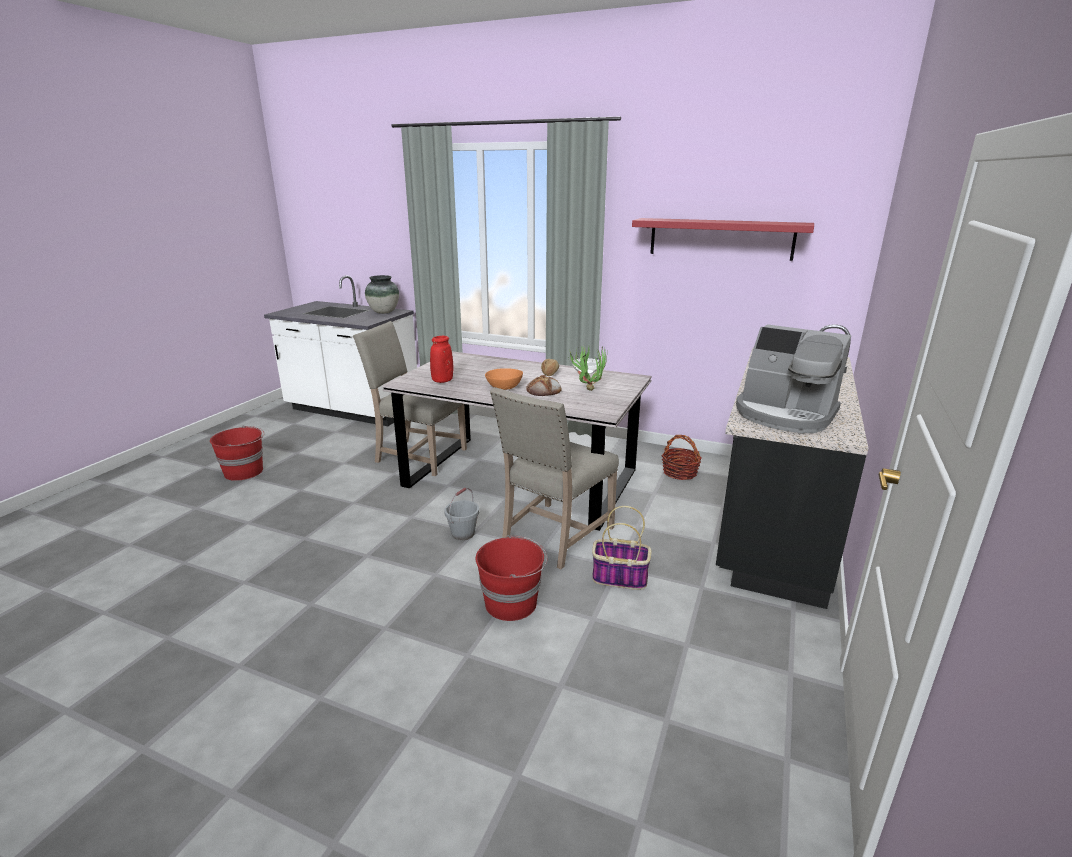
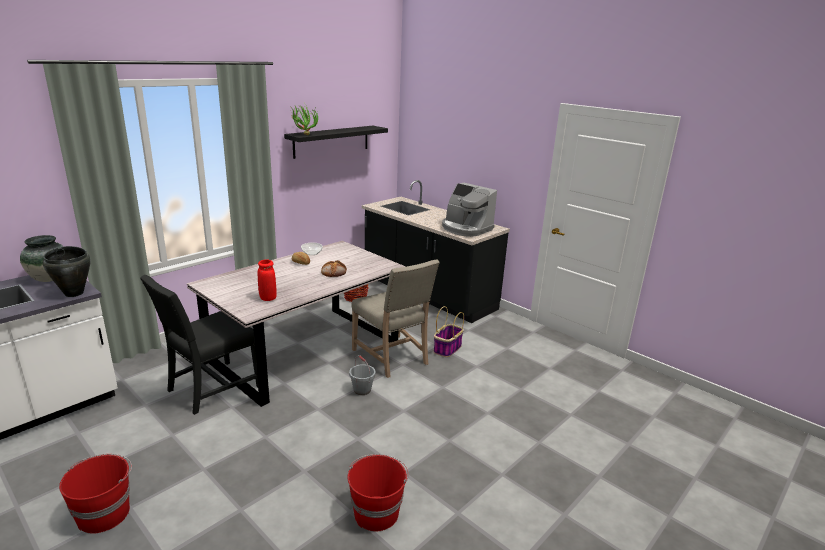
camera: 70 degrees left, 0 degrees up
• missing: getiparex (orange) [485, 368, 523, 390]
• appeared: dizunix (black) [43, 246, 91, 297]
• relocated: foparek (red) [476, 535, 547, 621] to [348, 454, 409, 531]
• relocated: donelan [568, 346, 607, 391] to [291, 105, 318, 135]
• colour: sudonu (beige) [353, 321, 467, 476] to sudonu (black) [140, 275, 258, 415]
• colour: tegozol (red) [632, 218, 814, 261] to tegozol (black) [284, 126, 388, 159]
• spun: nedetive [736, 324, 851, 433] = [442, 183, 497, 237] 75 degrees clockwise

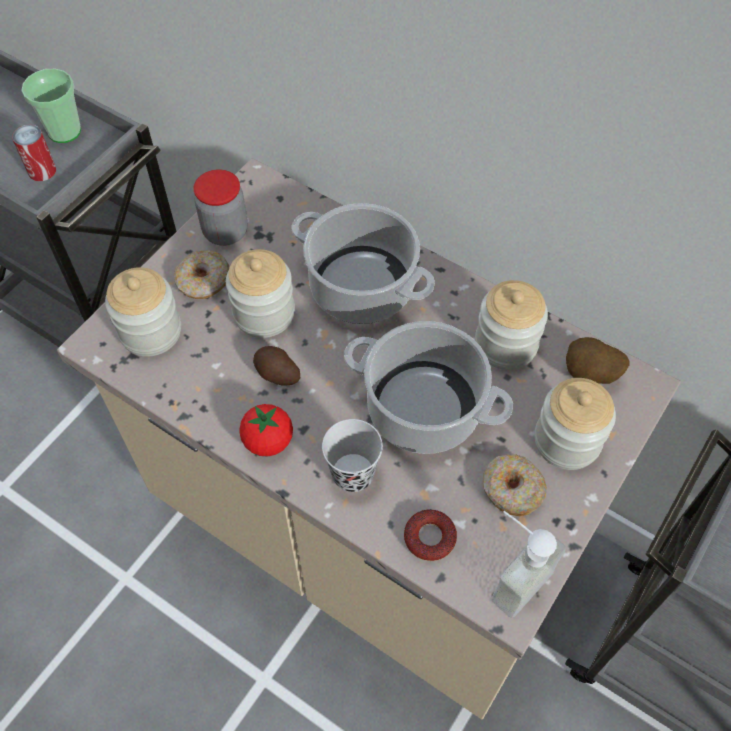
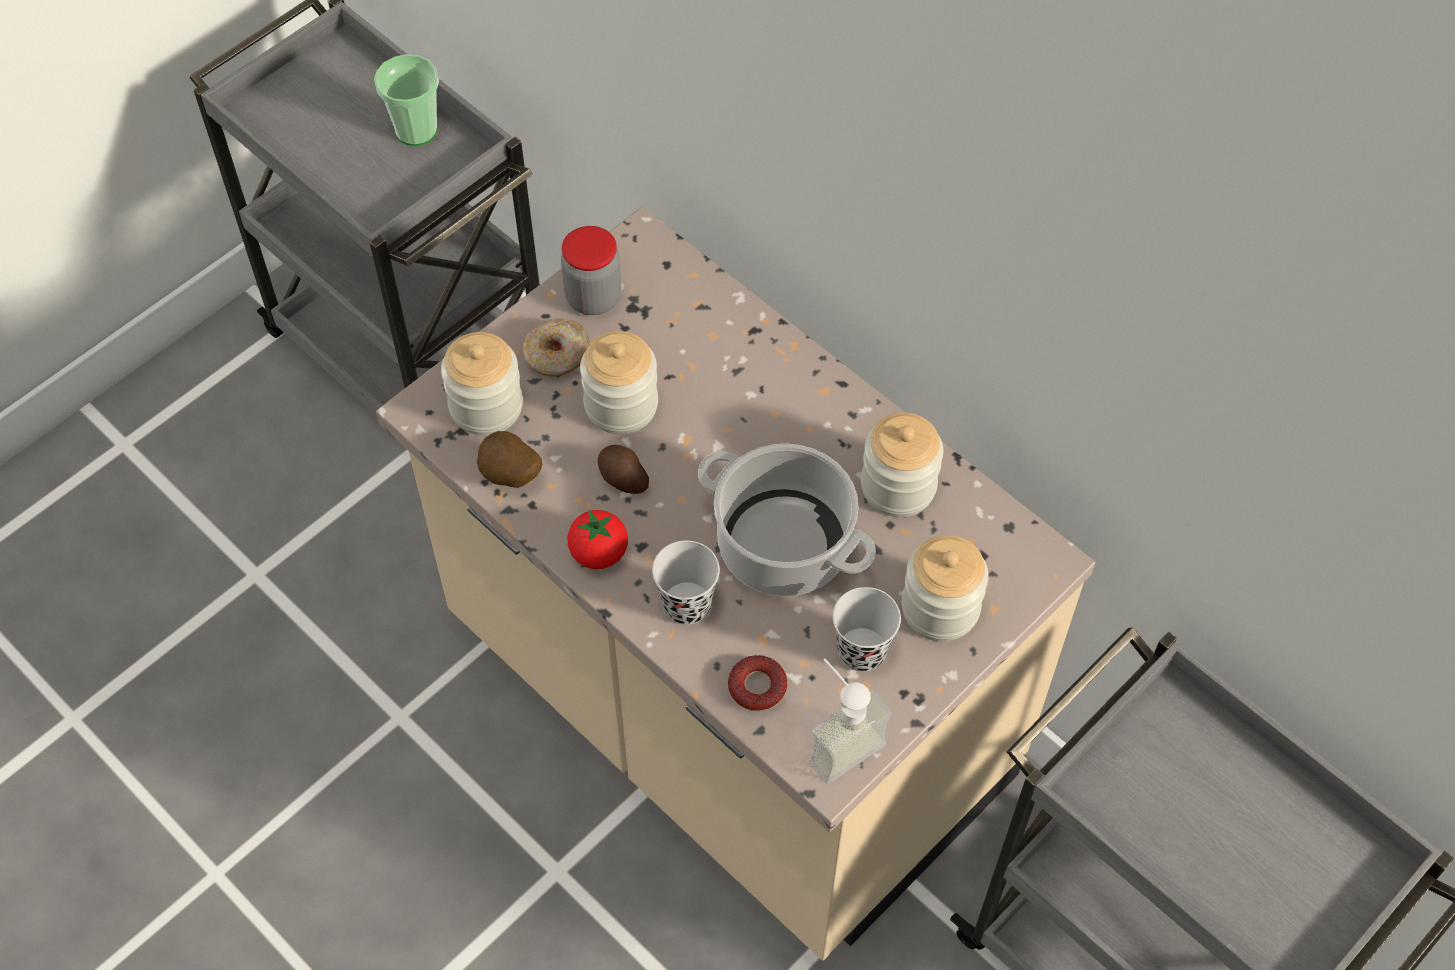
camera: 10 degrees right, 0 degrees up
• missing: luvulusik [12, 125, 56, 181]
• missing: dizunix [292, 203, 435, 324]
• relocated: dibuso [566, 337, 630, 384] to [477, 431, 542, 488]
• exchanged: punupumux [483, 454, 547, 516] to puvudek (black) [832, 587, 901, 672]

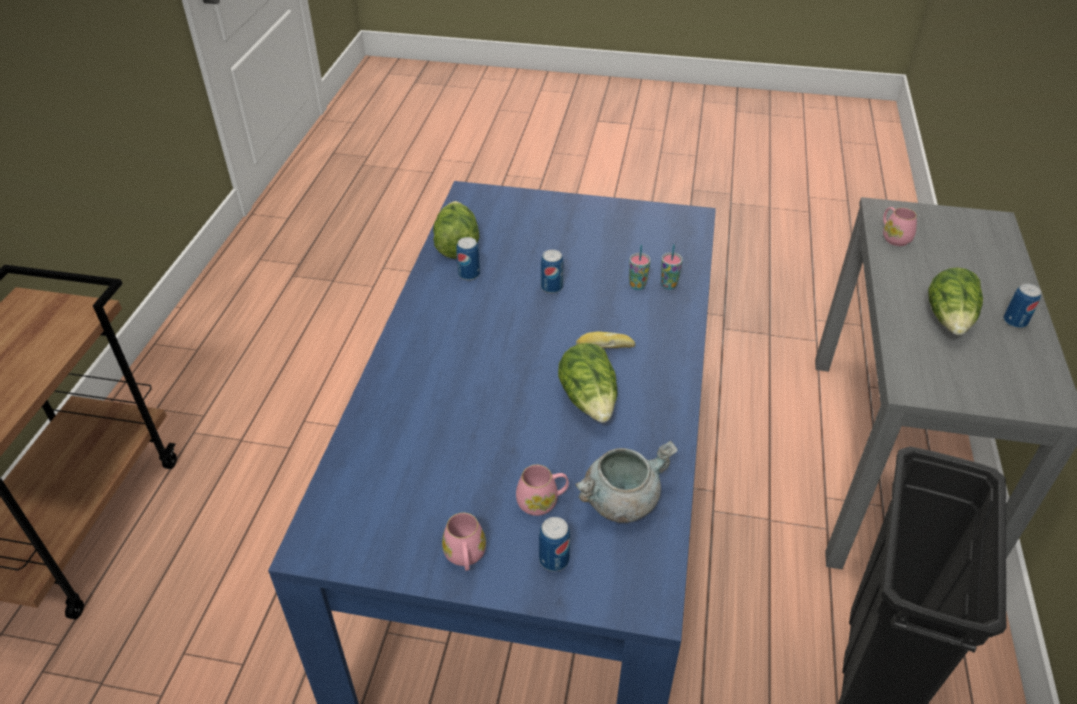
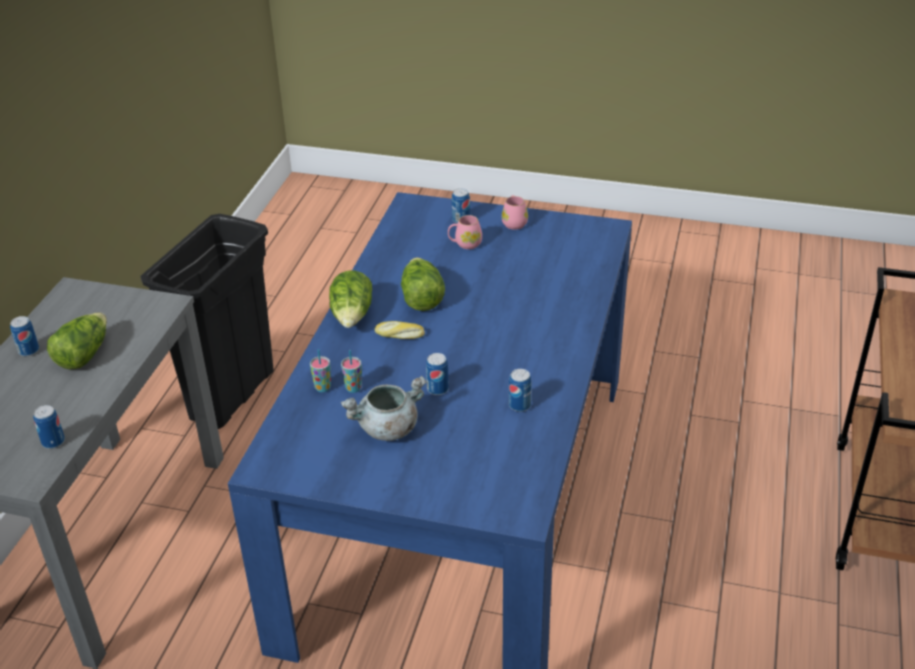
camera: 175 degrees left, 5 degrees down
• relocated: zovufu [433, 201, 479, 259] to [329, 270, 372, 328]
• relocated: dizunix (grey) [575, 441, 678, 523] to [341, 376, 427, 441]
• exchanged: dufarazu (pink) [883, 207, 917, 246] to luvulusik [33, 405, 65, 449]

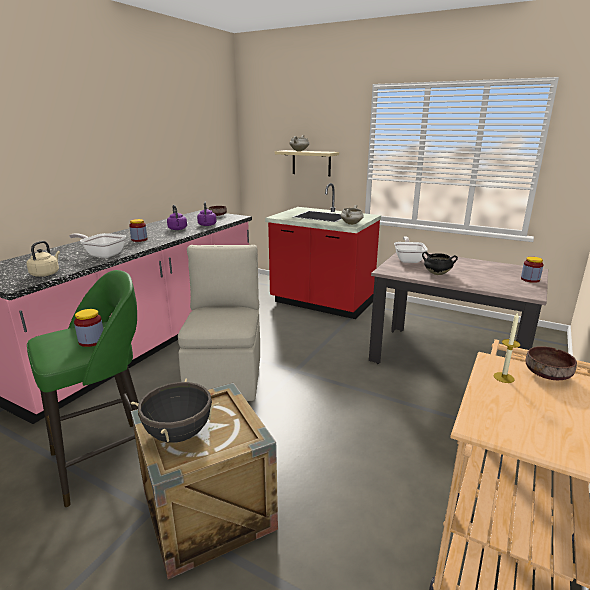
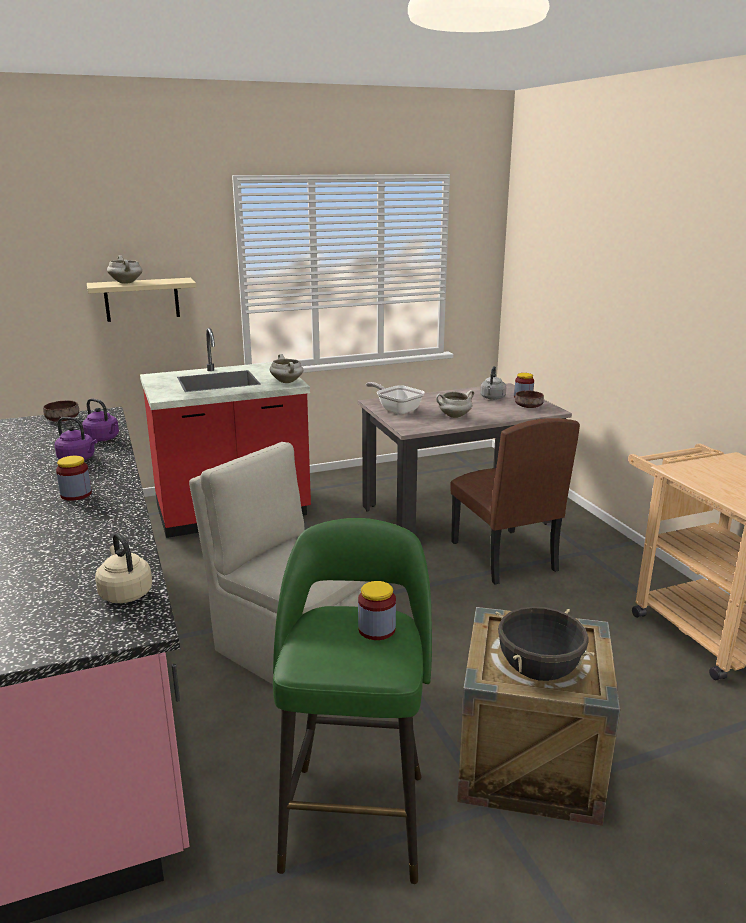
camera: 50 degrees left, 0 degrees up
• missing: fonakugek [69, 233, 126, 258]
• missing: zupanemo [493, 312, 520, 383]
• appeared: sudonu (brown) [450, 418, 580, 584]
• appeared: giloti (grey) [480, 366, 506, 400]
• relocated: getiparex (brown) [526, 346, 577, 380] to [515, 391, 544, 408]
• colour: dizunix (black) [422, 251, 458, 275] to dizunix (white) [436, 390, 474, 418]

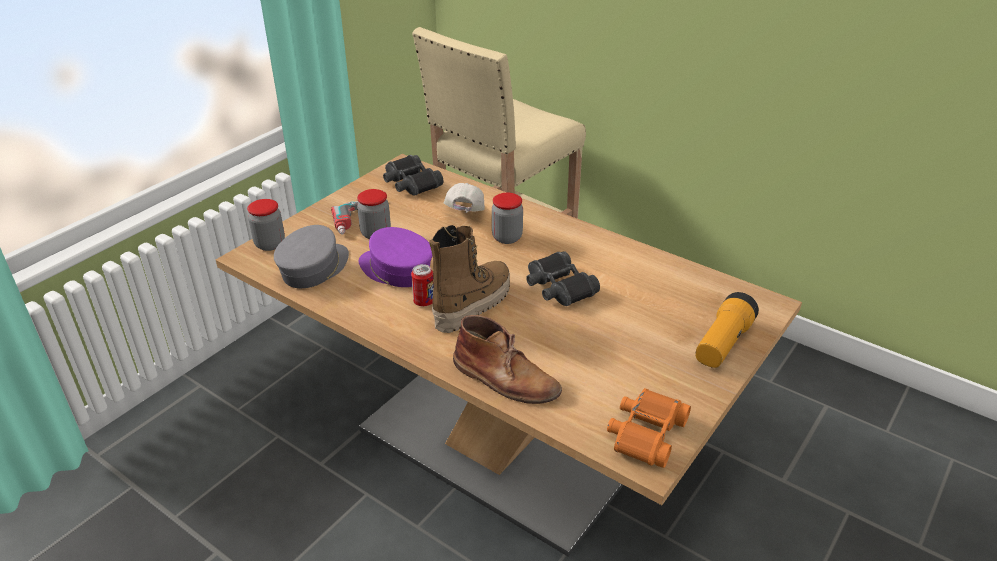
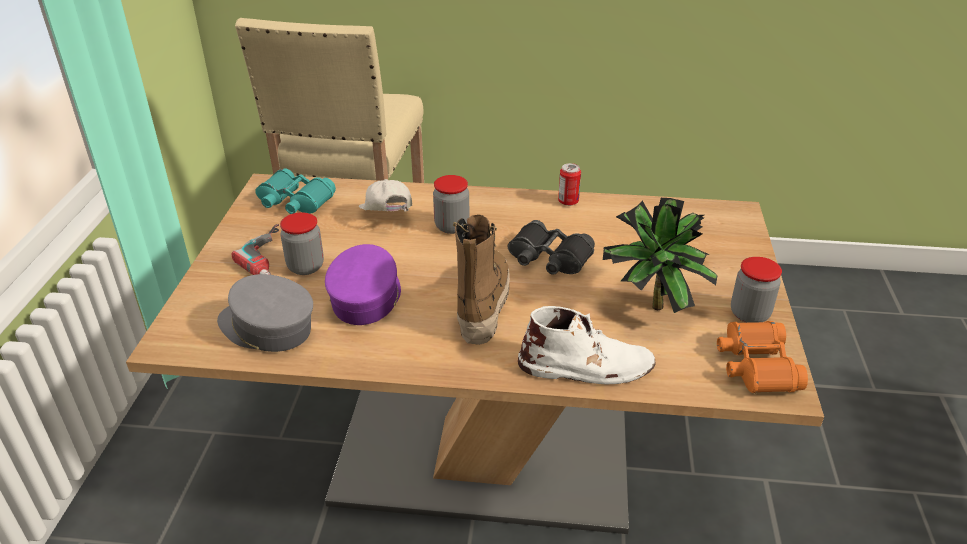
camera: 30 degrees left, 0 degrees up
• missing: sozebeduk [696, 292, 759, 368]
• appeared: donelan [603, 198, 717, 313]
• relocated: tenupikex [247, 199, 285, 251] to [731, 257, 782, 323]
• relocated: luvulusik [411, 264, 434, 306] to [558, 163, 581, 206]
• colour: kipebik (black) [383, 155, 444, 196] to kipebik (turquoise) [255, 168, 336, 214]
• colour: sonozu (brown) [453, 315, 562, 404] to sonozu (white) [518, 306, 655, 384]
• spun: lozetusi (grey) [274, 225, 349, 288] = [217, 274, 313, 352] 60 degrees counterclockwise
• spun: lozetusi (purple) [359, 227, 433, 287] = [325, 244, 401, 325] 90 degrees clockwise

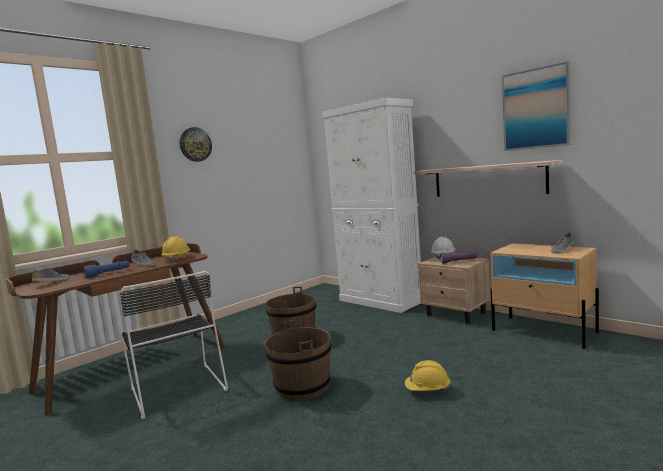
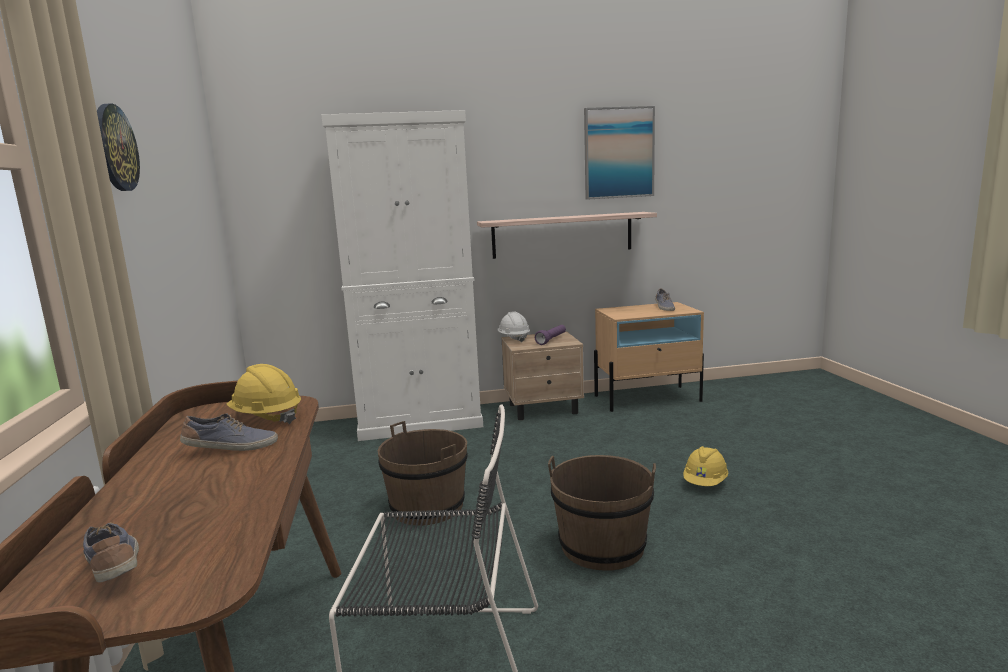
camera: 55 degrees left, 5 degrees up
• missing: sozebeduk (blue) [83, 261, 130, 278]

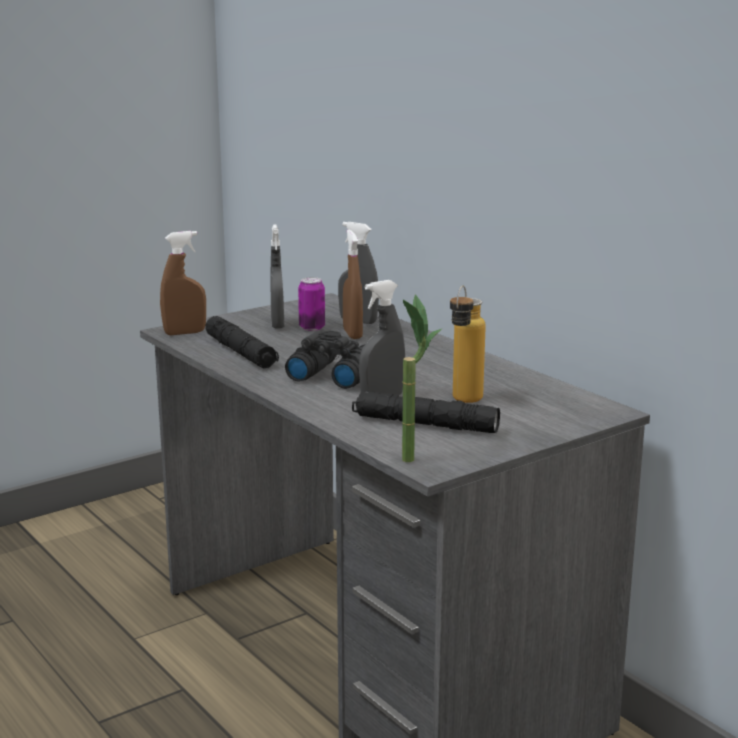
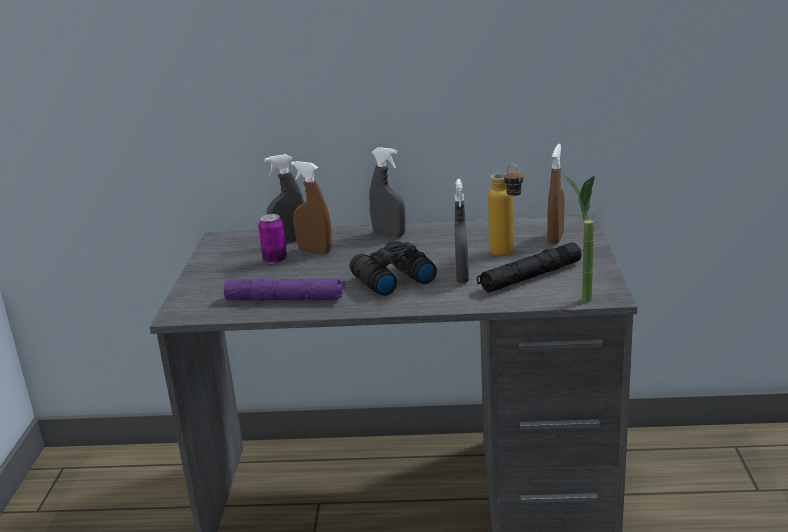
camera: 50 degrees left, 5 degrees up
• relocated: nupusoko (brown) [160, 231, 206, 335] to [547, 144, 564, 244]
• relocated: nupusoko (grey) [270, 224, 284, 329] to [369, 147, 406, 237]
• colour: sozebeduk (black) [205, 316, 279, 368] to sozebeduk (purple) [224, 278, 345, 301]

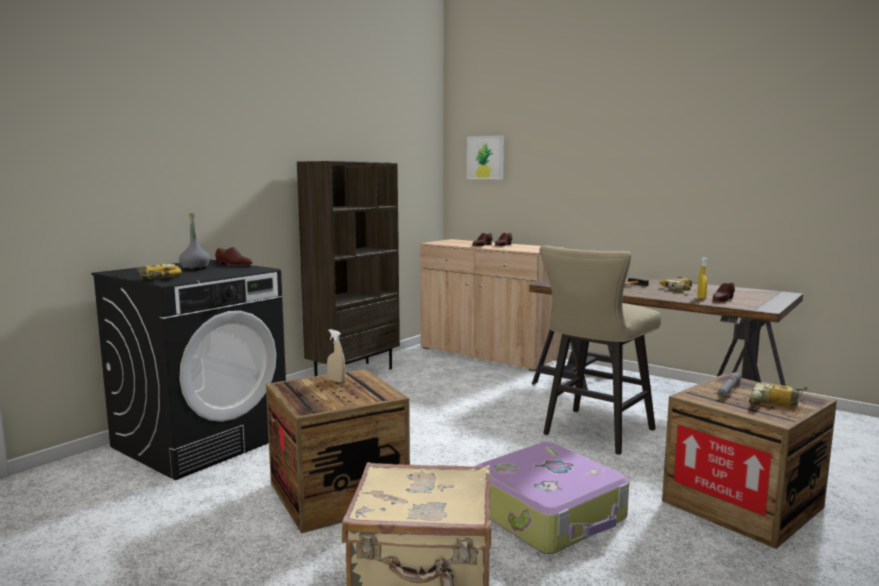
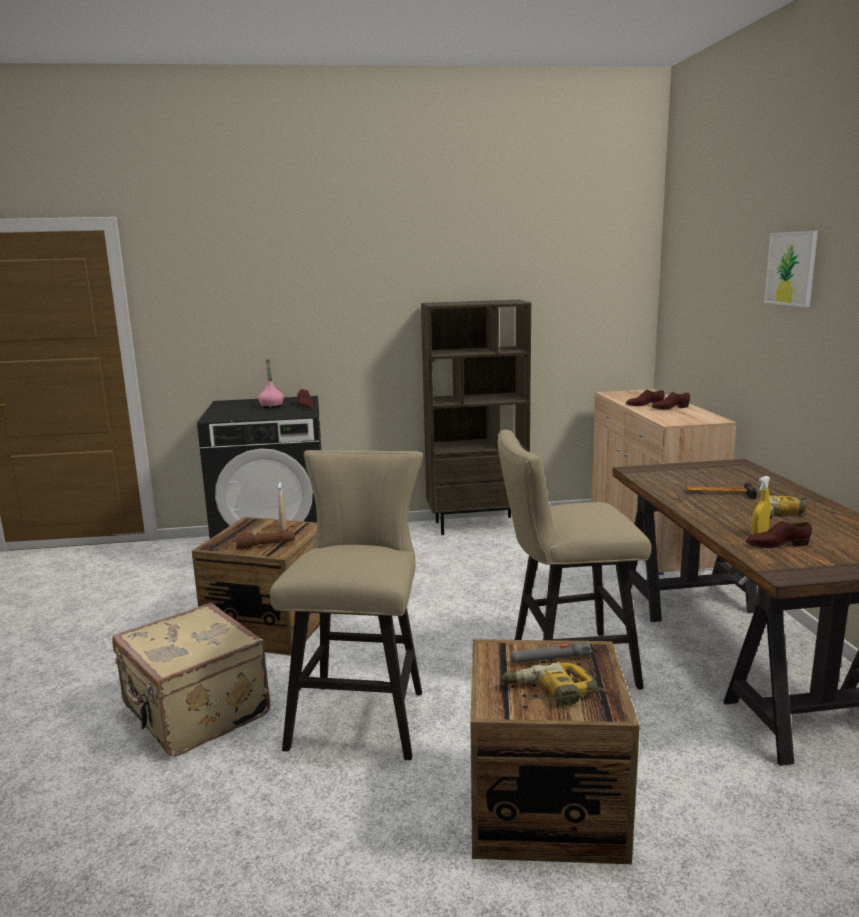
camera: 45 degrees right, 5 degrees up
• missing: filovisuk [137, 263, 182, 279]
• appeared: sozebeduk (brown) [235, 530, 295, 549]
• relocated: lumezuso [467, 135, 504, 179] to [764, 231, 818, 307]
• exchanged: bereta [475, 442, 629, 554] to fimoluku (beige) [270, 450, 423, 760]
• colour: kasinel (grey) [179, 213, 210, 270] to kasinel (pink) [258, 359, 284, 408]

